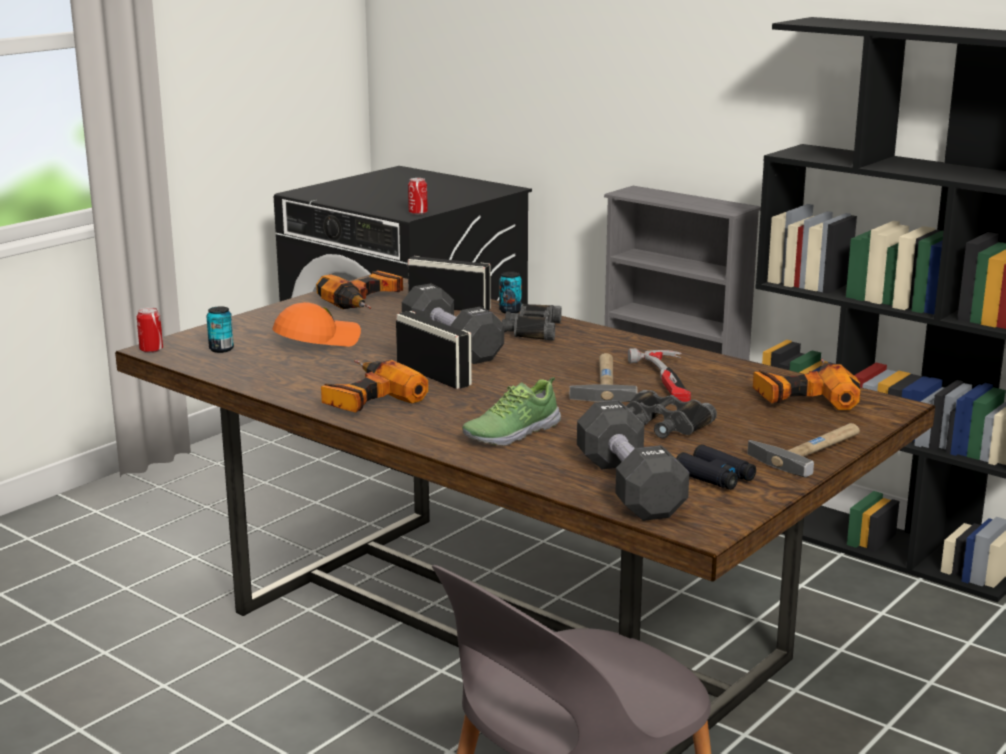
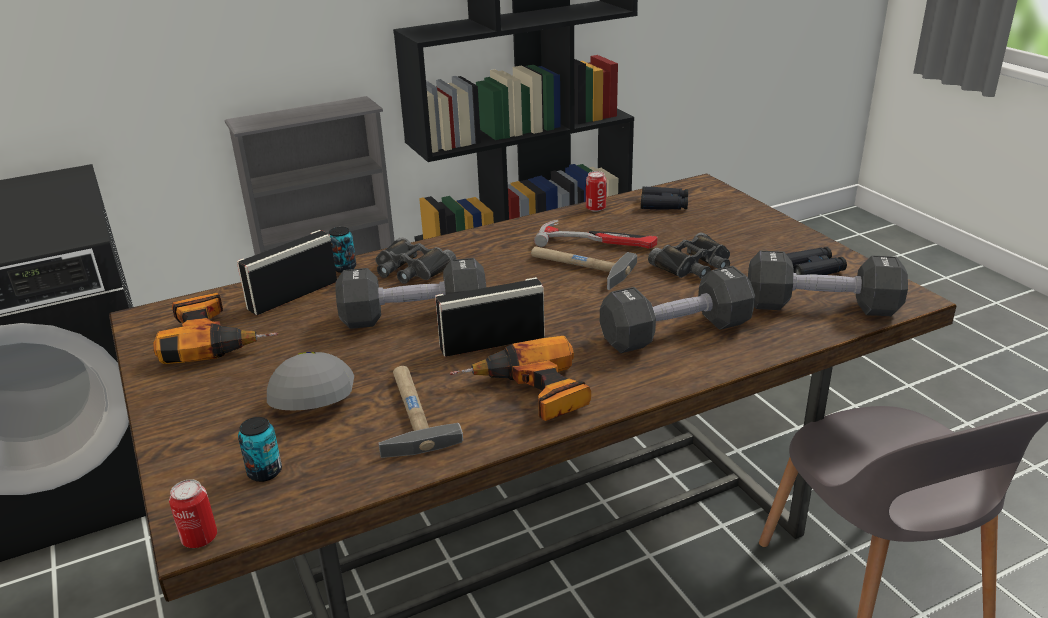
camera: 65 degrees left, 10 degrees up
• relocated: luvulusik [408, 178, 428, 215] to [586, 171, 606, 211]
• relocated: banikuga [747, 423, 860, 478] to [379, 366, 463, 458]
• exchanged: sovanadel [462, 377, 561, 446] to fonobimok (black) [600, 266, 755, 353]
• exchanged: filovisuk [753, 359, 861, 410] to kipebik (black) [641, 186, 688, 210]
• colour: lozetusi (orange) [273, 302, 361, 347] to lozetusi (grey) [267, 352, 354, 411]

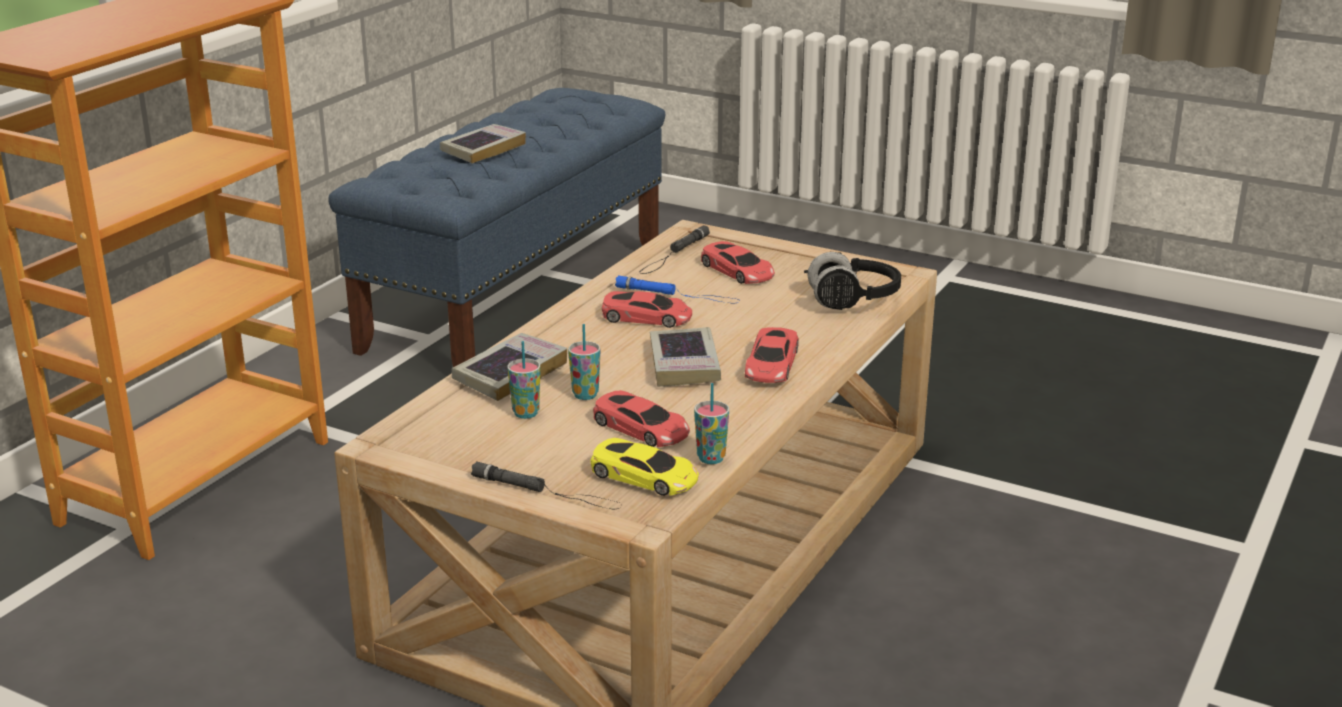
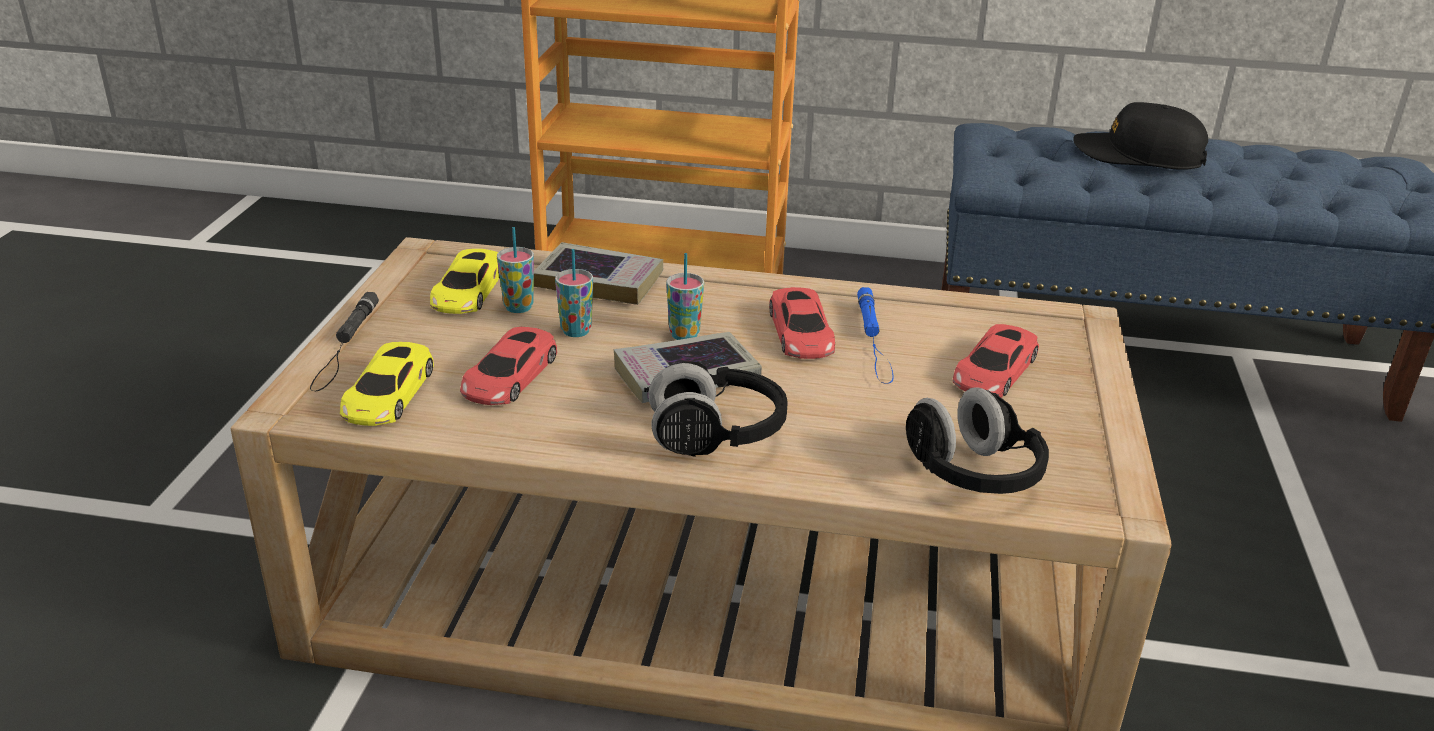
camera: 70 degrees right, 5 degrees up
• missing: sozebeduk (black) [639, 225, 710, 274]
• appeared: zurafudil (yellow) [430, 249, 500, 314]
• relocated: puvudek [694, 383, 729, 464] to [666, 253, 704, 340]
• exchanged: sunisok [440, 124, 526, 164] to lozetusi (black) [1073, 102, 1208, 170]
• exchanged: zurafudil (red) [745, 327, 799, 383] to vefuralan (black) [644, 362, 788, 457]

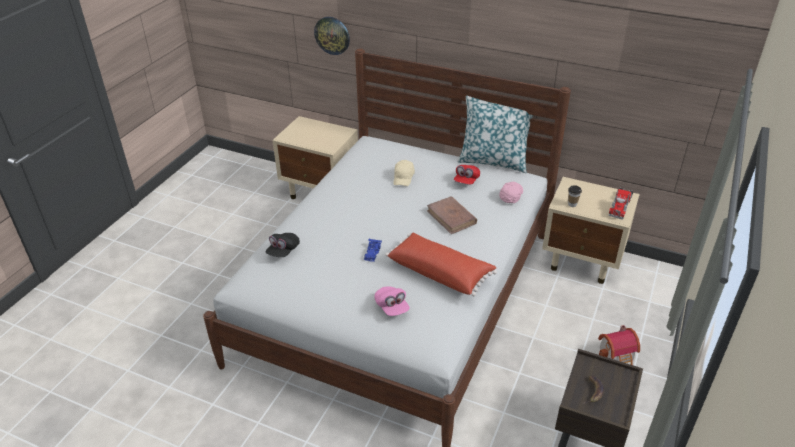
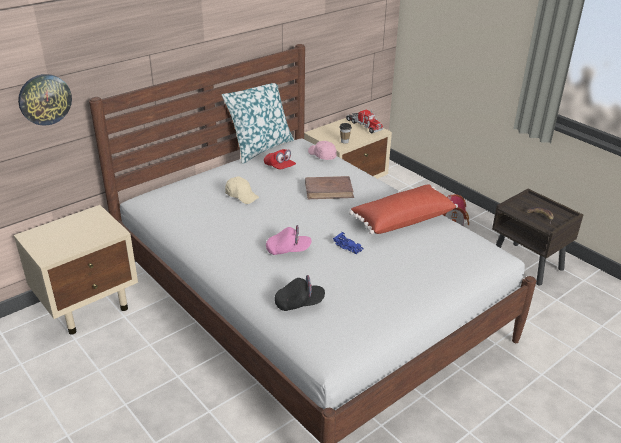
camera: 65 degrees left, 5 degrees down
• relocated: lozetusi (pink) [374, 286, 410, 316] to [266, 225, 312, 255]
• spun: lozetusi (black) [266, 233, 300, 257] = [274, 275, 325, 311] 60 degrees counterclockwise

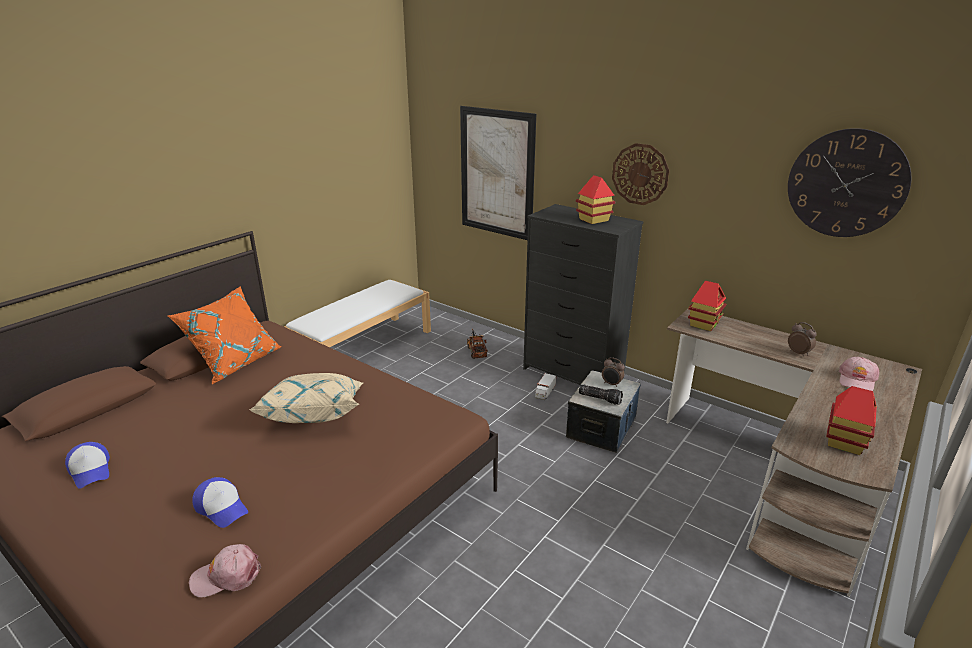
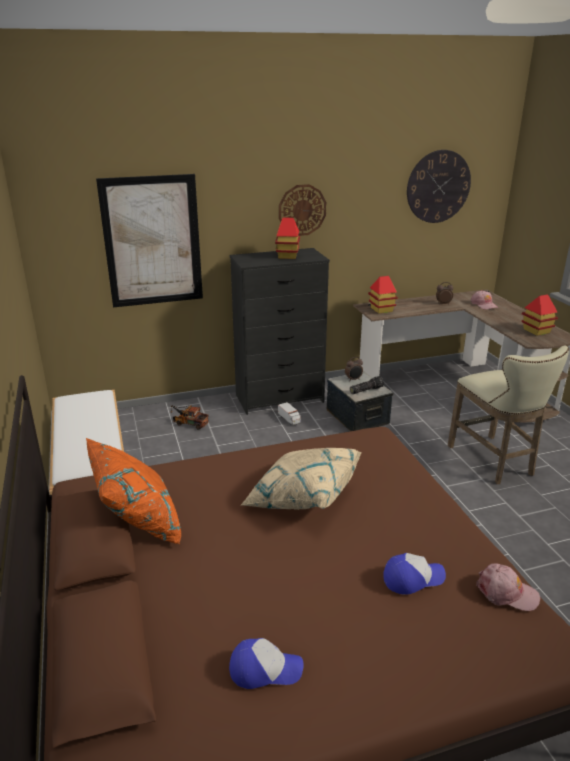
camera: 55 degrees left, 0 degrees up
• appeared: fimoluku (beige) [448, 346, 569, 484]
• spun: lozetusi (pink) [189, 544, 261, 598] = [476, 563, 540, 611] 90 degrees counterclockwise

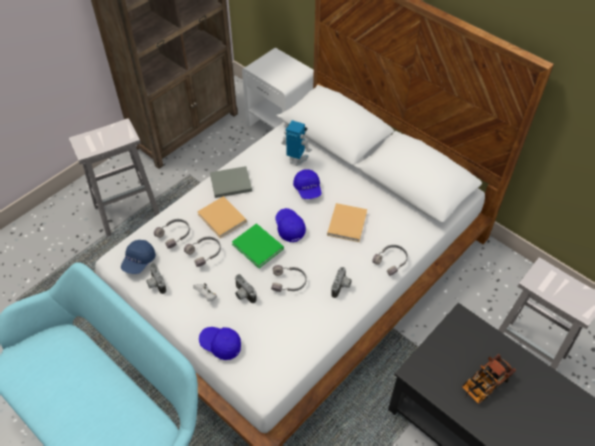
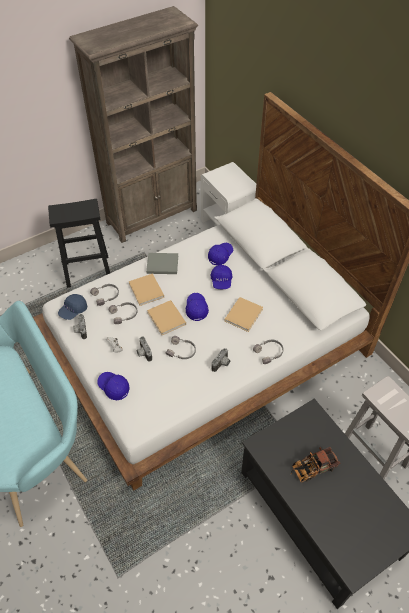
camera: 15 degrees right, 0 degrees up
• exchanged: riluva [281, 120, 312, 166] to lozetusi (blue) [208, 243, 233, 266]
• colour: fimoluku (white) [69, 118, 160, 236] to fimoluku (black) [48, 199, 110, 288]
• colour: sunisok (green) [232, 223, 284, 268] to sunisok (beige) [147, 300, 186, 335]

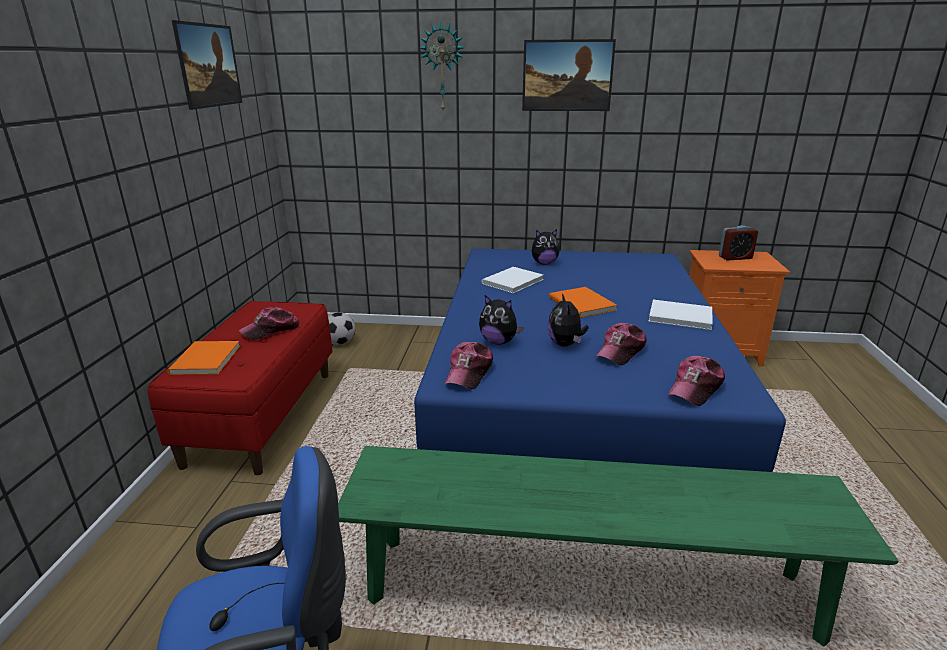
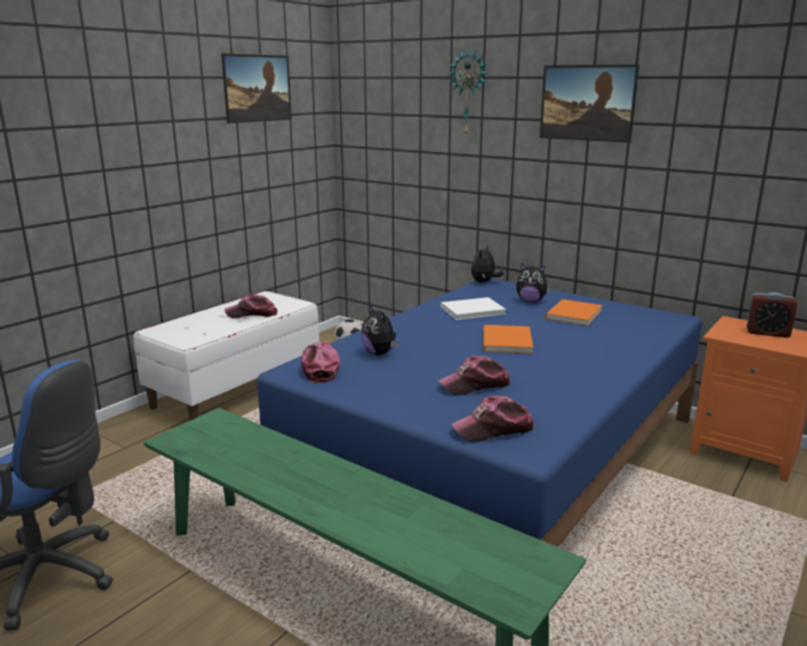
camera: 30 degrees right, 5 degrees down
• missing: sunisok (white) [648, 300, 713, 330]
• relocated: sunisok (orange) [167, 341, 240, 375] to [545, 299, 602, 326]
• relocated: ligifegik [548, 293, 589, 347] to [471, 246, 503, 283]
• colour: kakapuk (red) [148, 301, 332, 475] to kakapuk (white) [133, 291, 319, 420]
• spun: lozetusi [444, 342, 493, 389] = [301, 342, 340, 383] 120 degrees clockwise

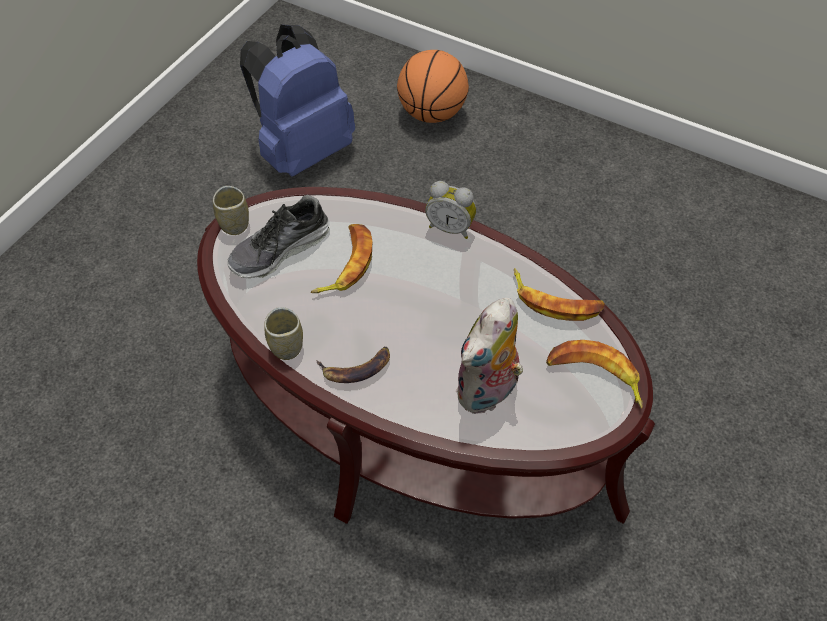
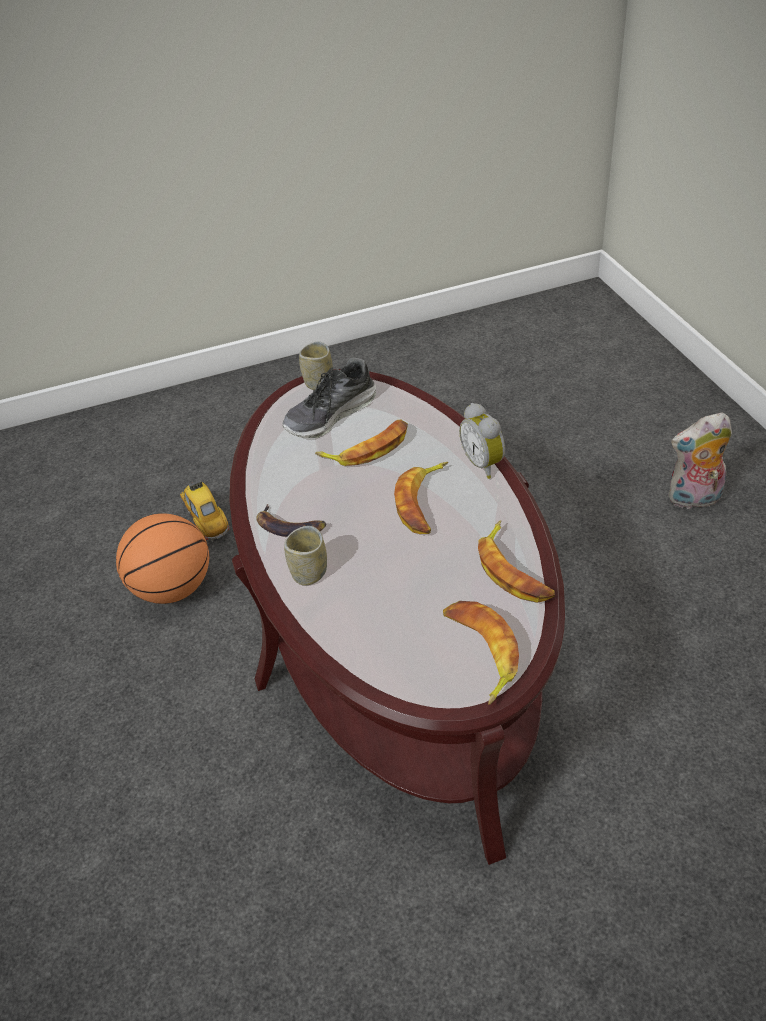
camera: 45 degrees right, 10 degrees down
• missing: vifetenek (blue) [240, 24, 355, 177]
• appeared: zurafudil [180, 480, 230, 543]
• appeared: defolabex [394, 462, 448, 534]
• relocated: puvudek [264, 307, 303, 360] to [284, 526, 327, 586]
• relocated: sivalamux [397, 50, 469, 123] to [116, 513, 209, 604]
• relocated: ligifegik [456, 298, 523, 414] to [668, 412, 732, 510]
• spun: sovanadel [227, 195, 330, 278] = [283, 357, 376, 438] 45 degrees counterclockwise

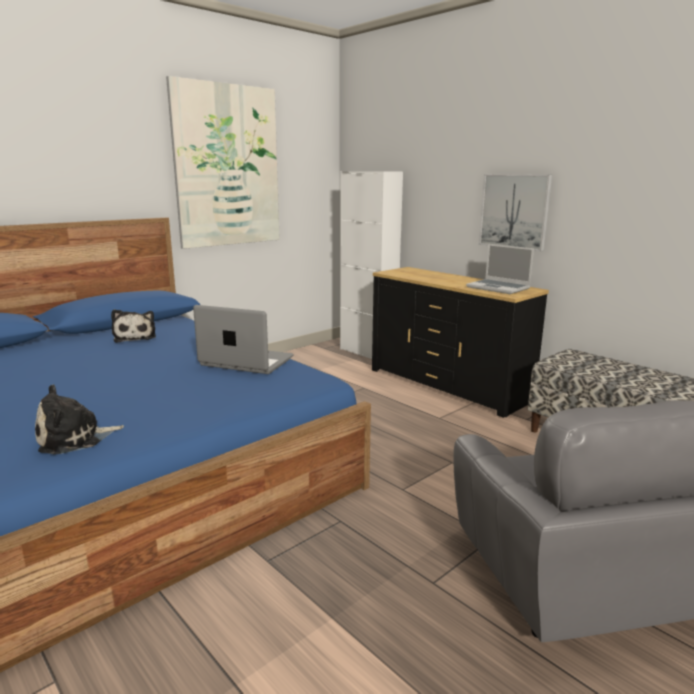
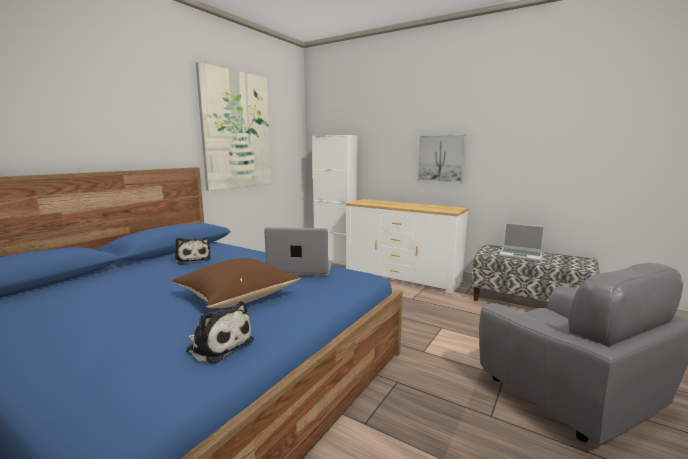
camera: 15 degrees left, 5 degrees down
• appeared: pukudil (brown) [172, 258, 301, 308]
• relocated: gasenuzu [466, 244, 534, 294] to [499, 223, 545, 262]
• colour: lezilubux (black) [372, 267, 549, 418] to lezilubux (white) [345, 199, 469, 294]
• spun: ligifegik [35, 384, 124, 455] = [186, 301, 254, 363] 105 degrees counterclockwise

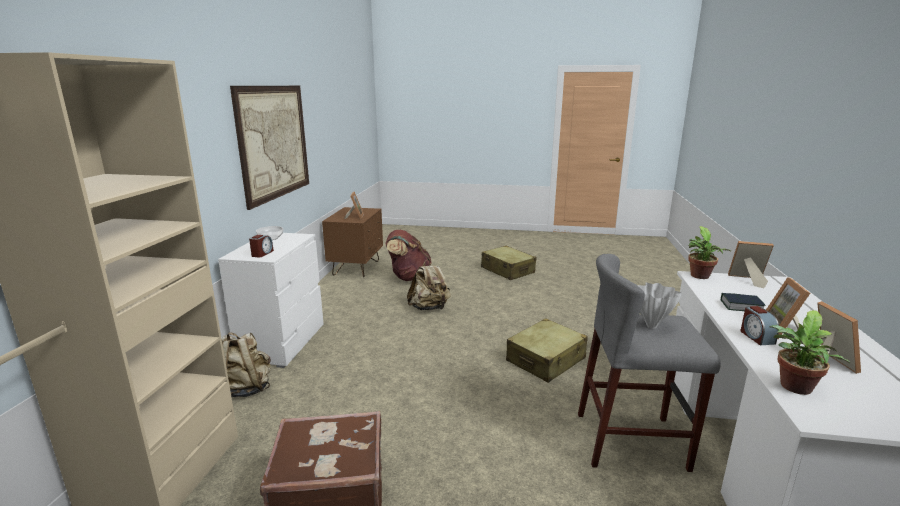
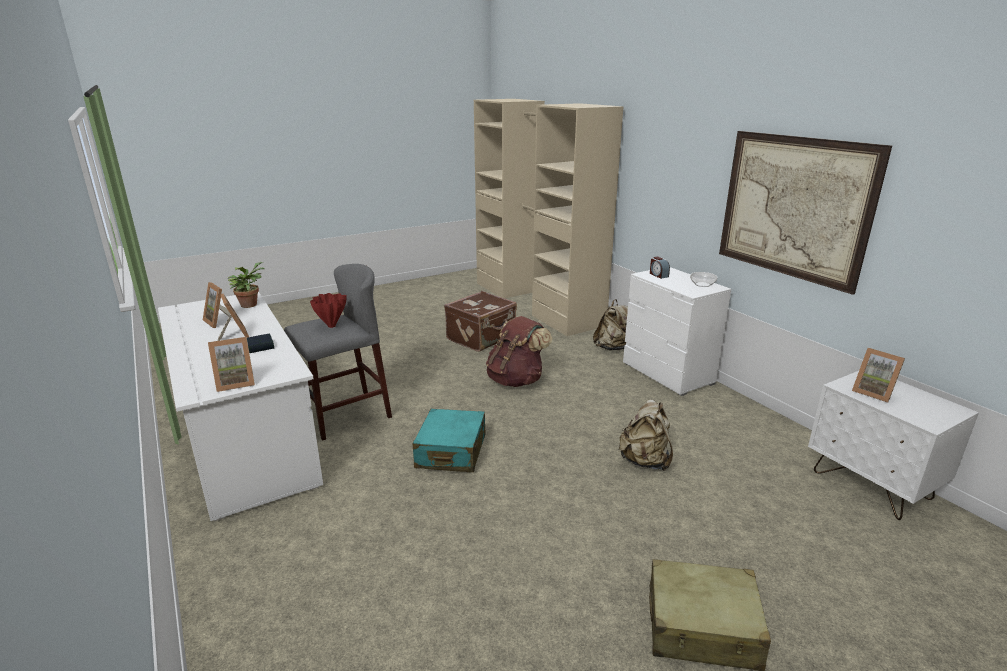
camera: 140 degrees right, 5 degrees up
• missing: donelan [688, 226, 731, 279]
• missing: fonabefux [740, 306, 779, 345]
• relocated: vifetenek (brown) [386, 230, 431, 281] to [486, 316, 552, 387]
• colour: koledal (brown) [322, 207, 383, 277] to koledal (white) [808, 371, 979, 520]
• colour: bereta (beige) [506, 318, 588, 383] to bereta (turquoise) [413, 409, 486, 472]
• colour: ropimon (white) [637, 283, 682, 328] to ropimon (red) [310, 293, 347, 328]

